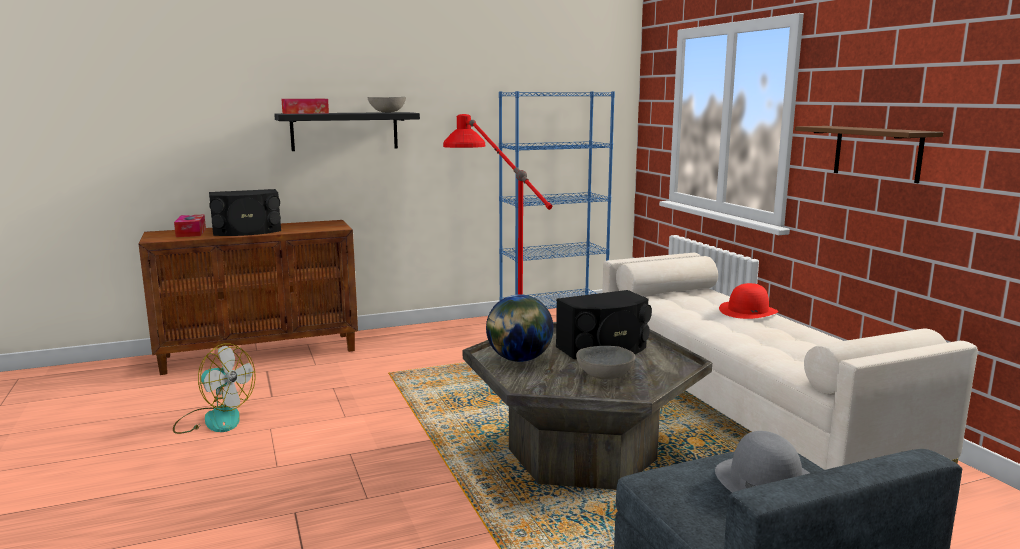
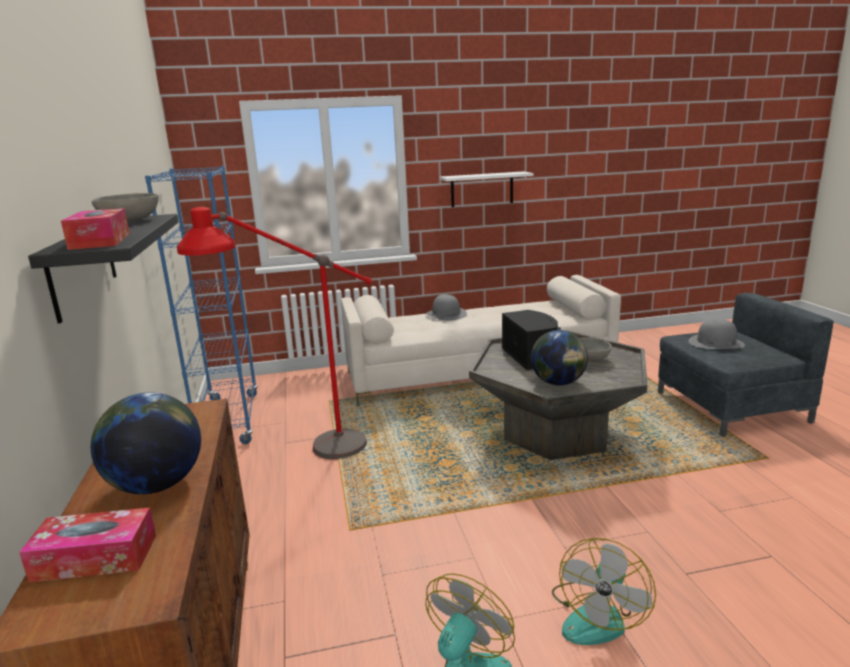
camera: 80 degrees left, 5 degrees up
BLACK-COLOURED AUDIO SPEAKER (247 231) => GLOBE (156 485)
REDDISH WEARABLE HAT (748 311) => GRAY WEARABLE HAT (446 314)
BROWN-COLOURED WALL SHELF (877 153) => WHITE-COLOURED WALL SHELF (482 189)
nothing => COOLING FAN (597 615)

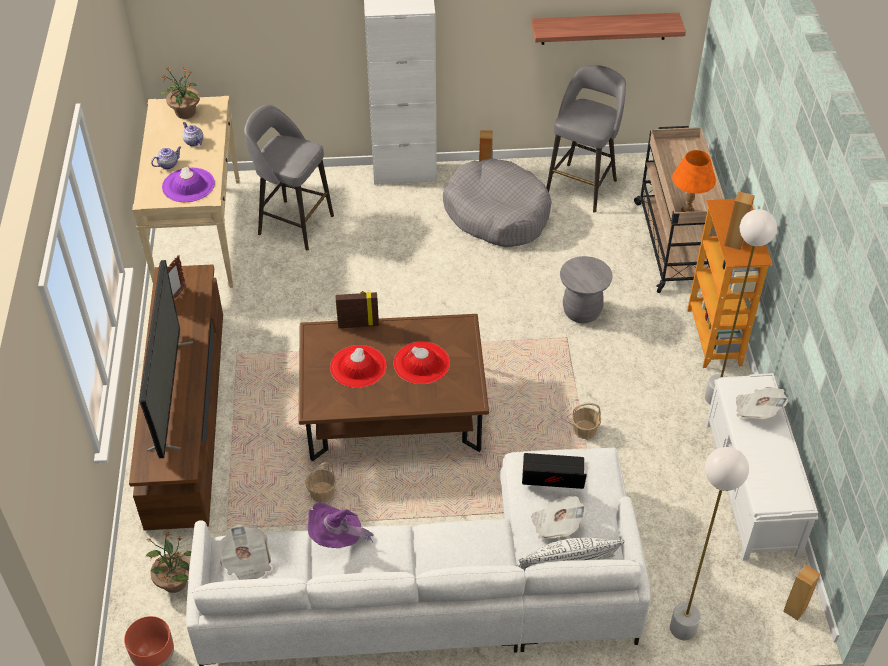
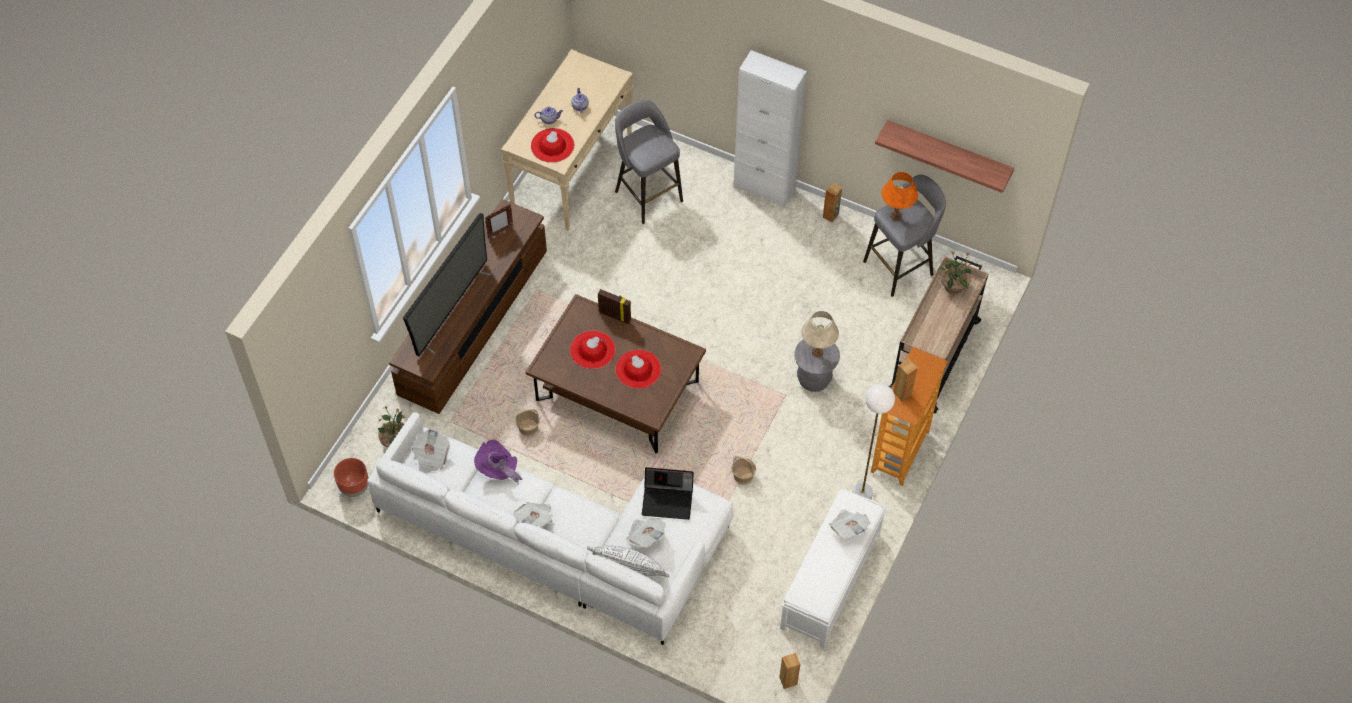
camera: 30 degrees right, 10 degrees up
nothing => NEWSPAPER (535 518)
PURPLISH WEARABLE HAT (188 185) => REDDISH WEARABLE HAT (552 145)
LAPTOP (552 476) => LAPTOP (668 500), 150 degrees clockwise
nothing => BEIGE LAMP FOR A TABLE (817 352)
ORANGEY LAMP FOR A TABLE (687 211) => ORANGEY LAMP FOR A TABLE (895 215), move
PLANT IN A POT (185 113) => PLANT IN A POT (953 287), move
GRAY PET BED (497 214) => nothing
WHITE-COLOURED STANDARD LAMP (683 628) => nothing

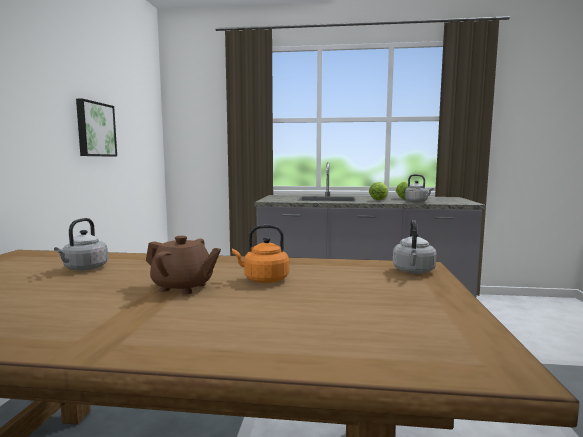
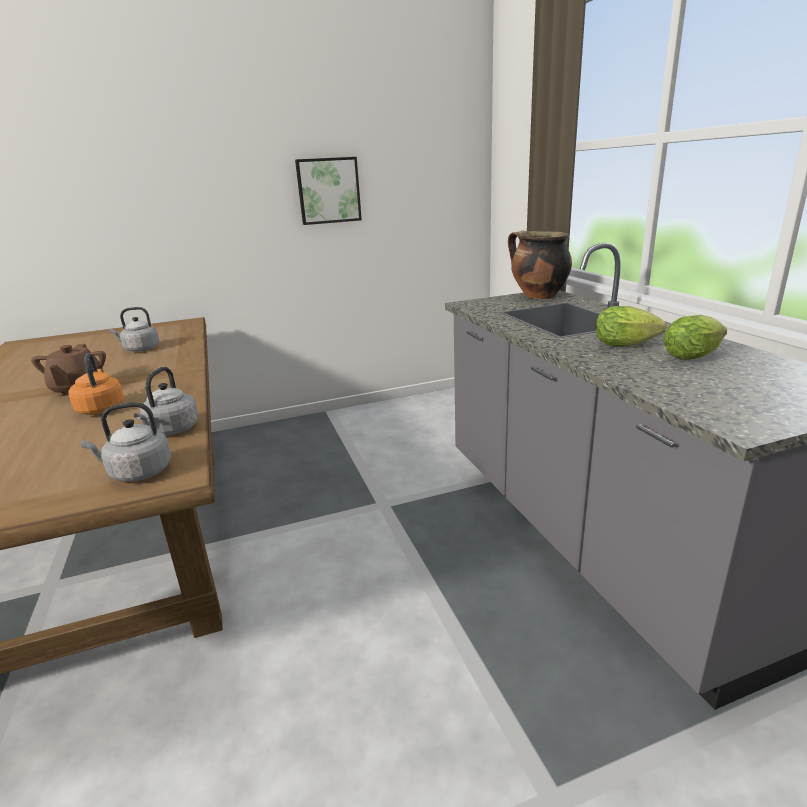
camera: 65 degrees right, 15 degrees up
GRAY KETTLE (417 202) => GRAY KETTLE (171 430), move
nothing => STOCKPOT (537 296)

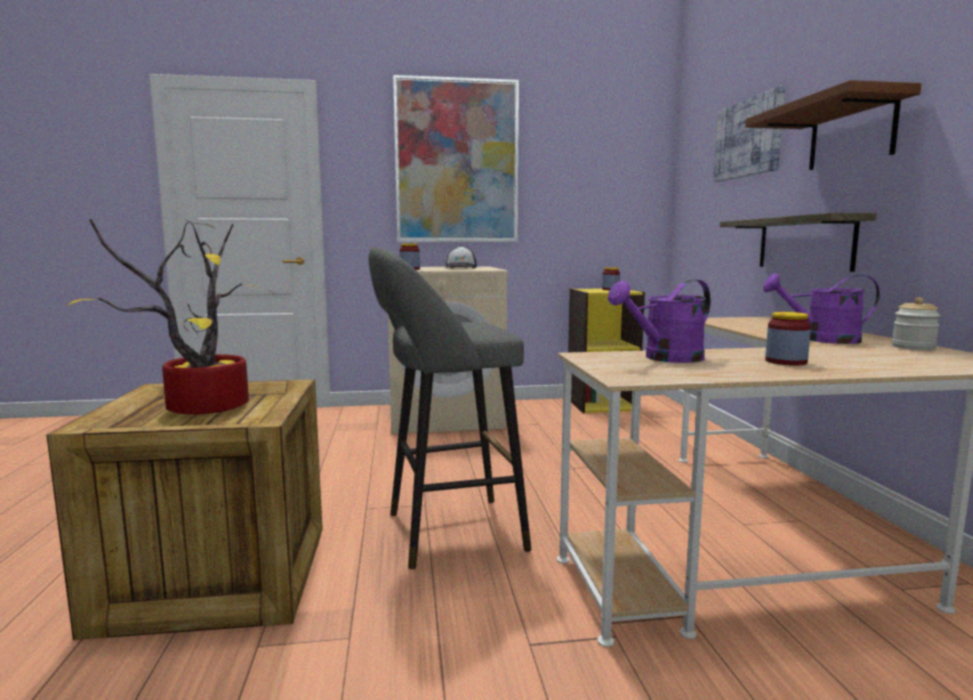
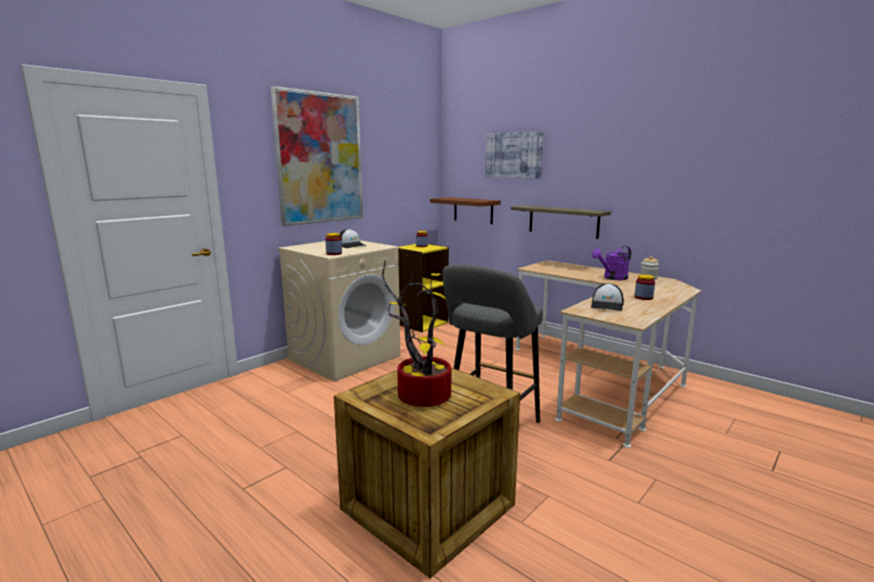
camera: 40 degrees left, 5 degrees up
BROWN-COLOURED WALL SHELF (851 133) => BROWN-COLOURED WALL SHELF (473 210), move
PURPLISH WATERING CAN (665 358) => CAP (607 305)

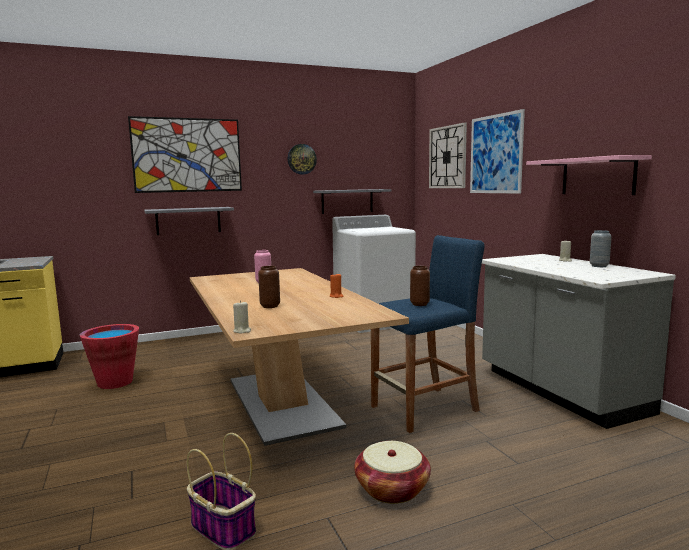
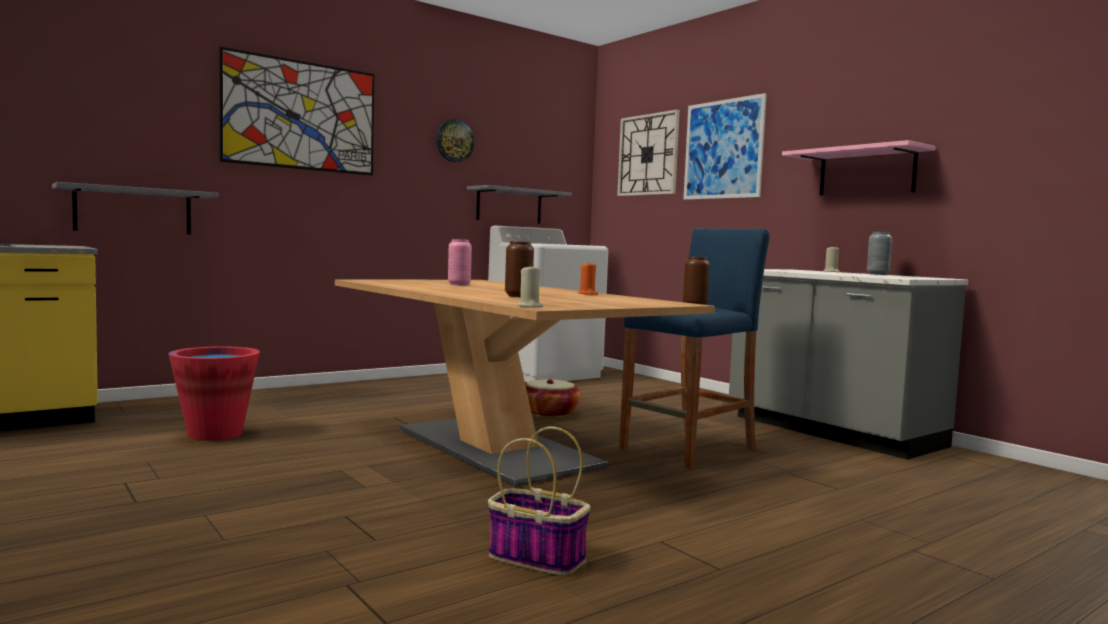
camera: 15 degrees left, 5 degrees down
GRAY WALL SHELF (188 220) => GRAY WALL SHELF (133 210), move
BASKET (392 489) => BASKET (549 413), move

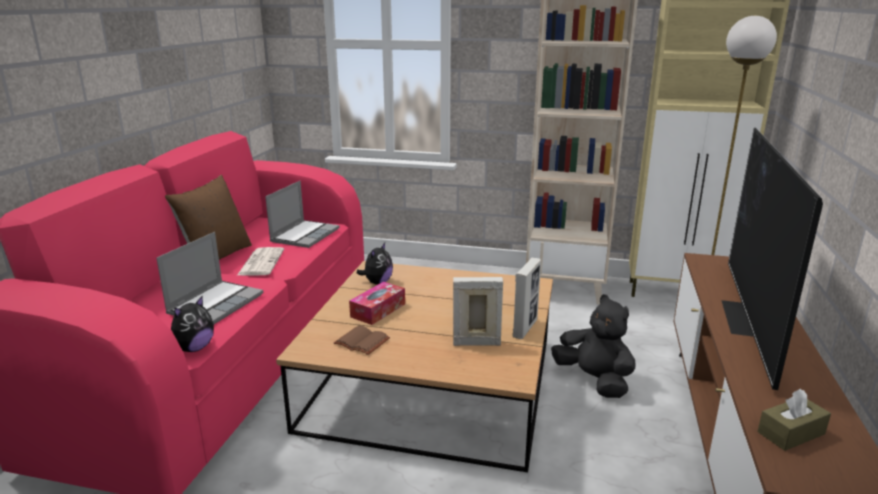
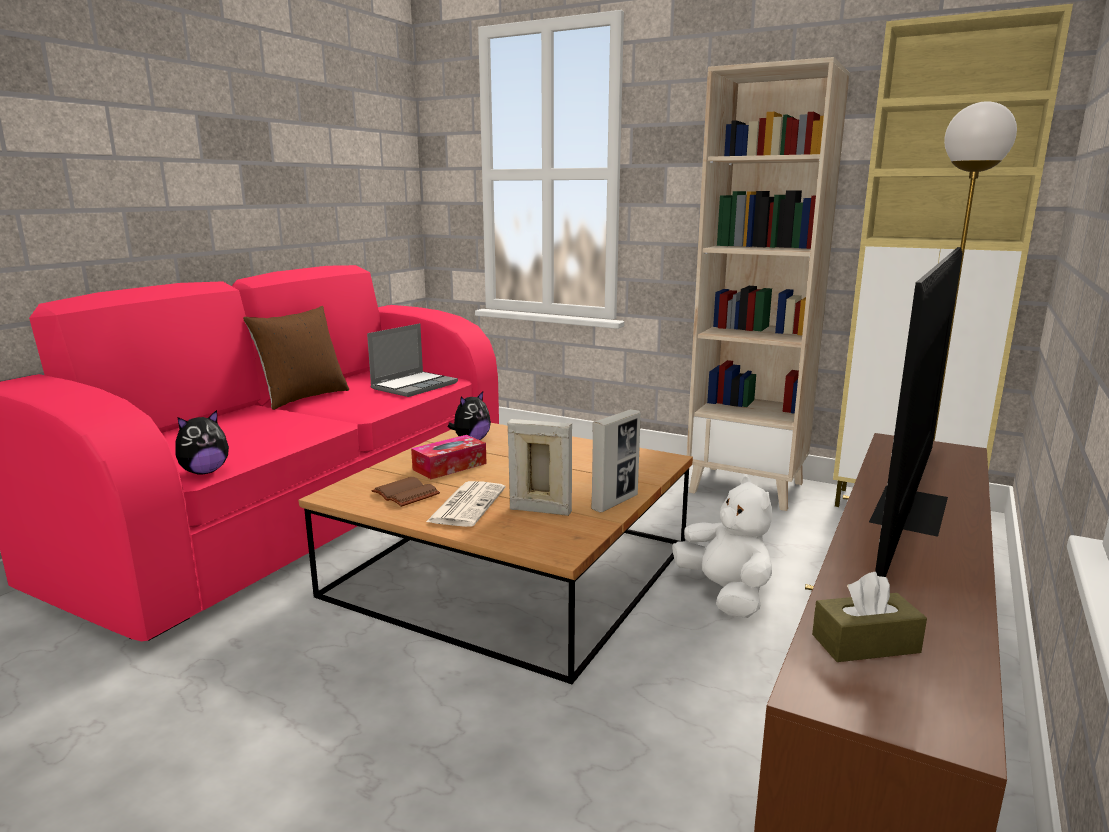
camera: 15 degrees right, 5 degrees down
NEWSPAPER (261 262) => NEWSPAPER (467 504), move
BLACK-COLOURED PLUSH TOY (594 380) => WHITE-COLOURED PLUSH TOY (725 594)
LAPTOP (216 303) => nothing

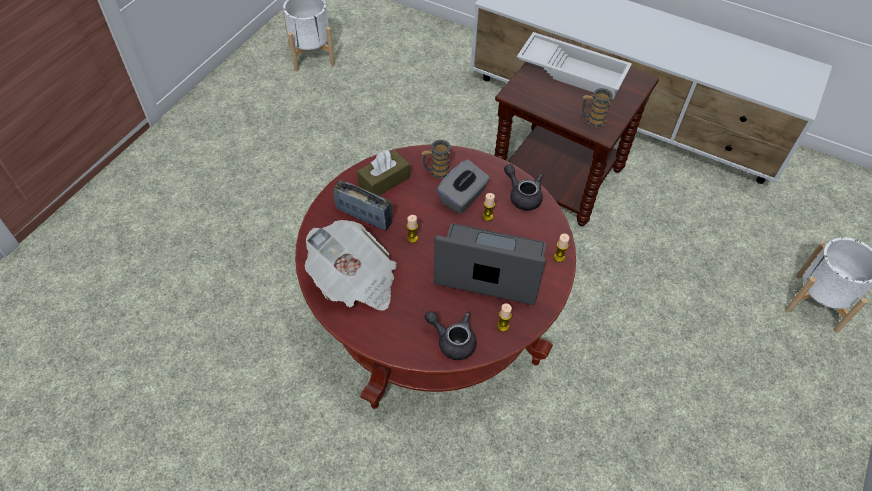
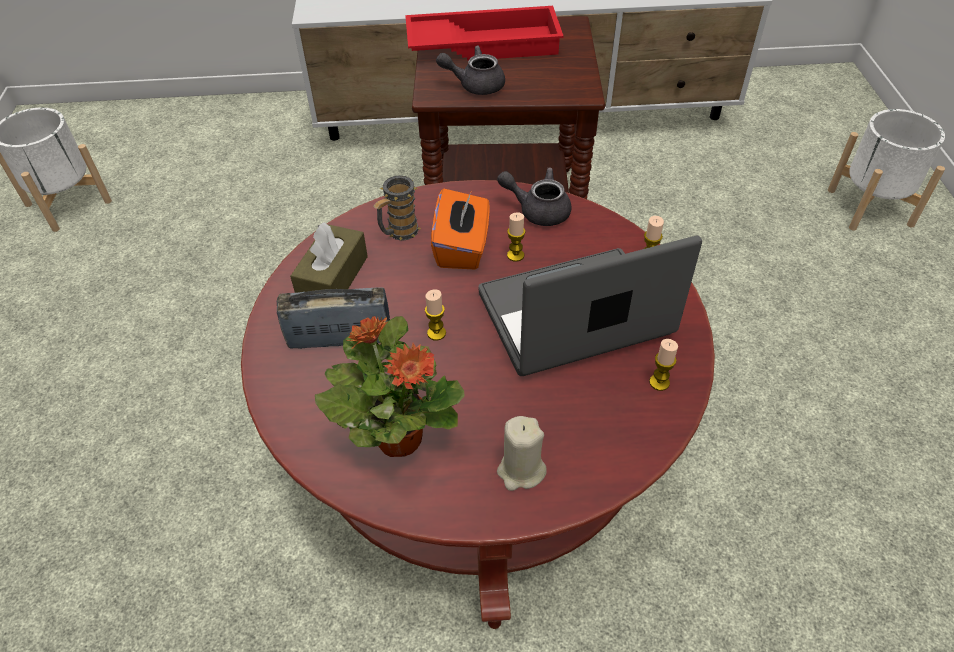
camera: 30 degrees left, 5 degrees down
NEWSPAPER (354 281) => PLANT IN A POT (398 437)
WHITE-COLOURED SERVING TRAY (573 70) => REDDISH SERVING TRAY (484 43)
GRAY TISSUE HOLDER (462 197) => ORANGEY TISSUE HOLDER (462 248)
GRAY POT FOR TEA (452 341) => GRAY POT FOR TEA (475 85), move
nothing => BEIGE WAX LIGHT (521 471)
MUG (592 120) => nothing

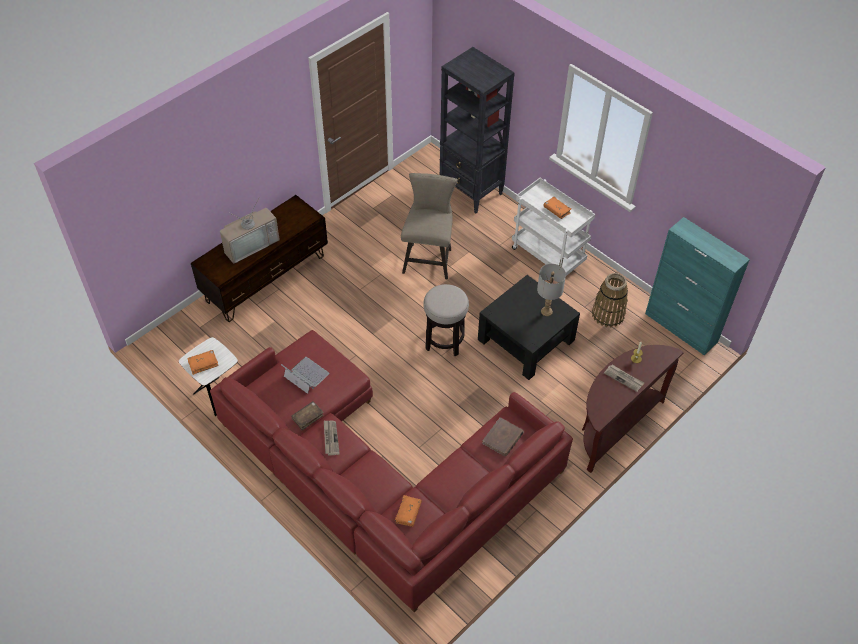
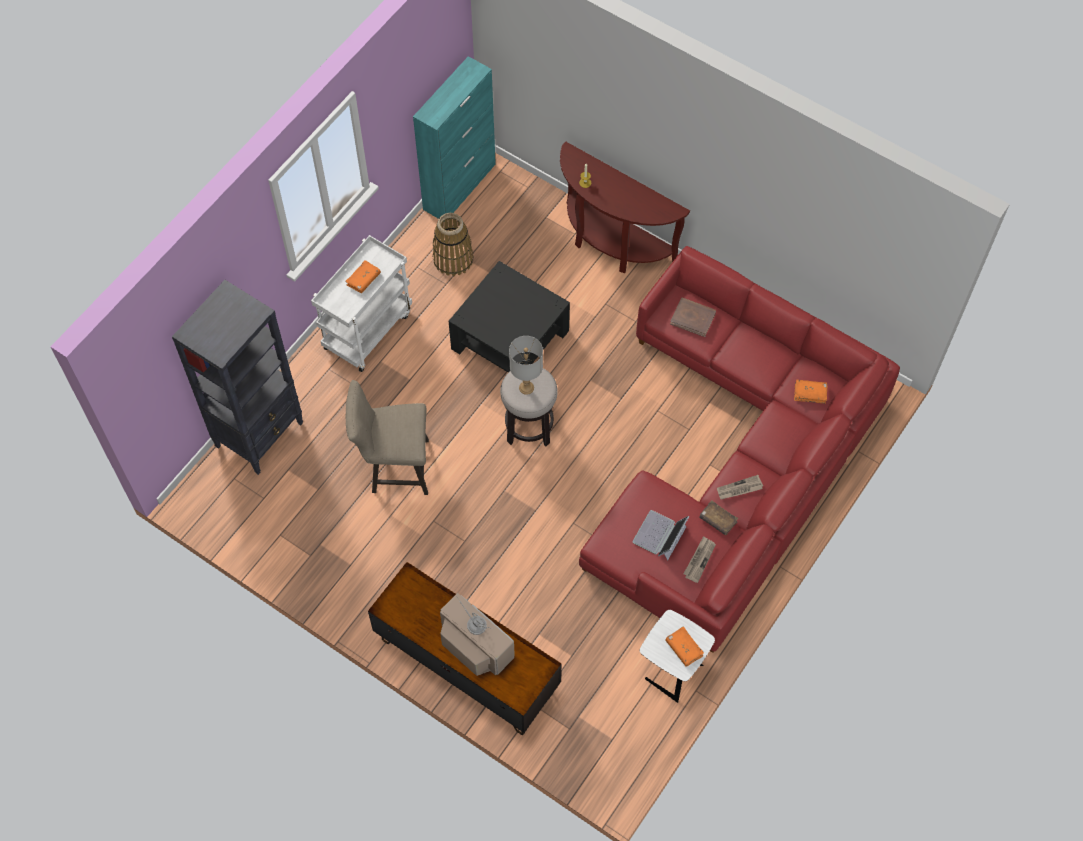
camera: 100 degrees left, 10 degrees up
GRAY LAMP FOR A TABLE (547 311) => GRAY LAMP FOR A TABLE (526 387), move
NEWSPAPER (624 378) => NEWSPAPER (699 560), move

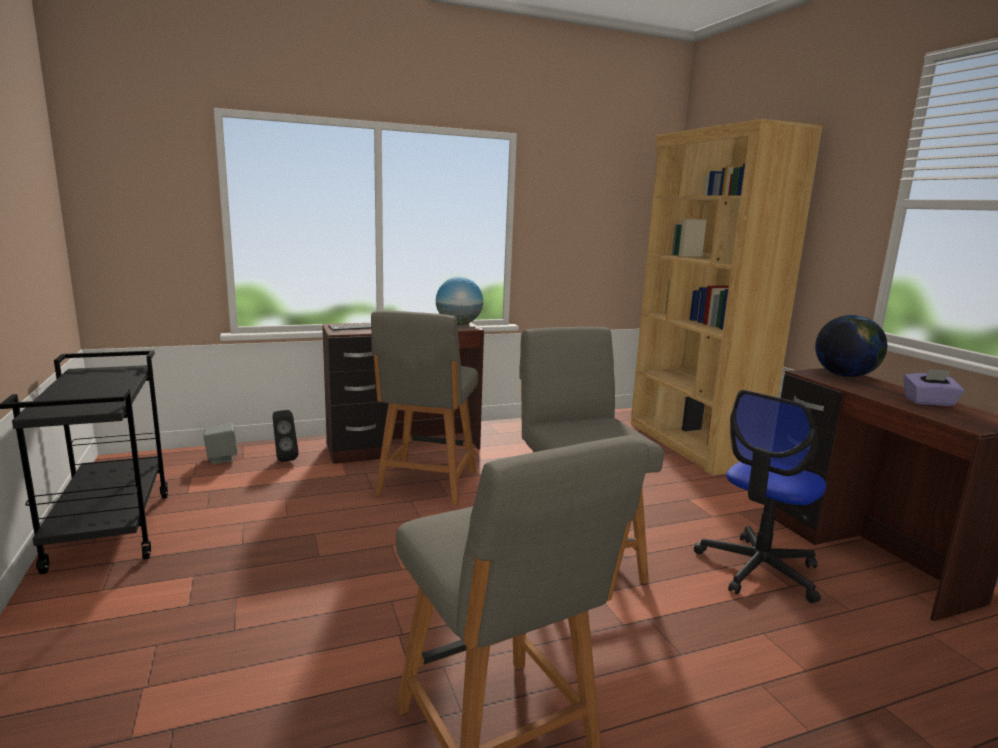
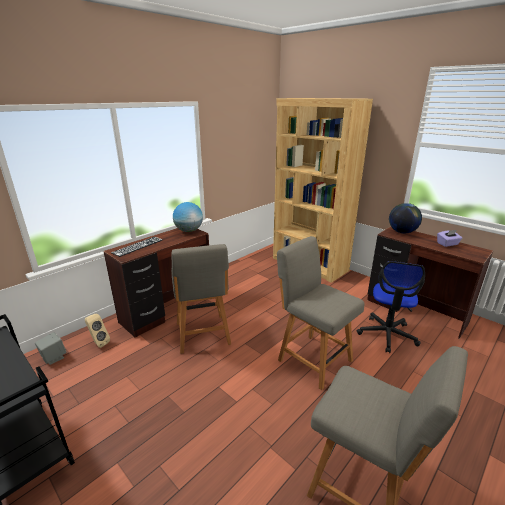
camera: 25 degrees left, 10 degrees up
BLACK-COLOURED AUDIO SPEAKER (284 458) => BEIGE AUDIO SPEAKER (98 343)

